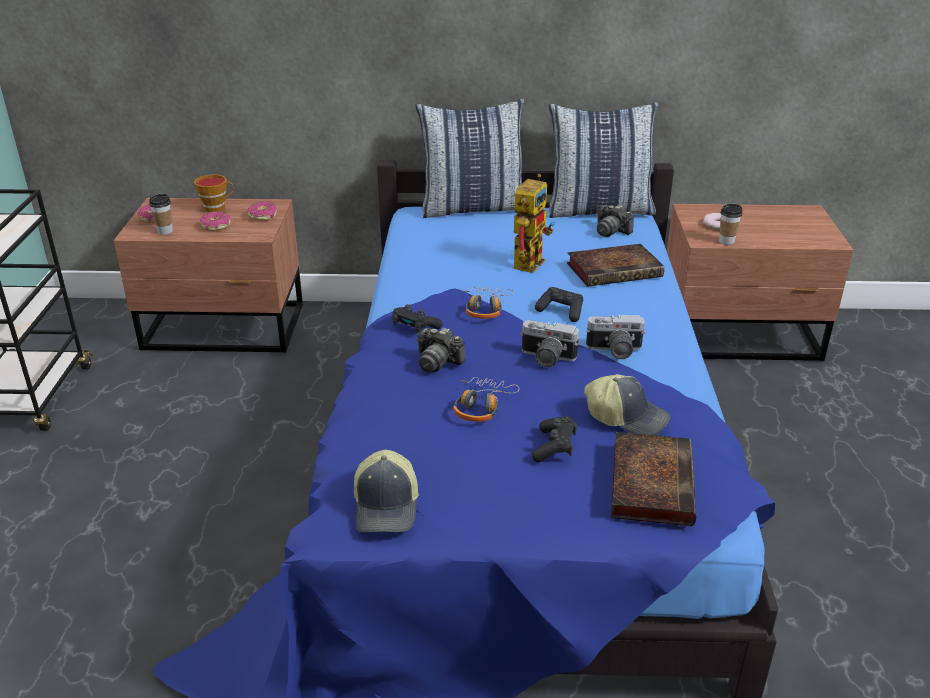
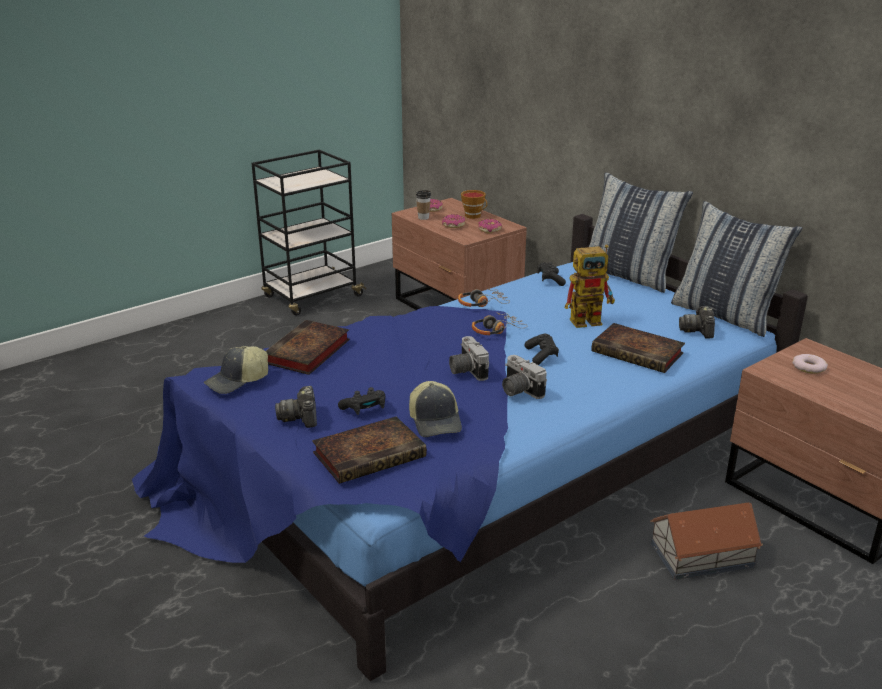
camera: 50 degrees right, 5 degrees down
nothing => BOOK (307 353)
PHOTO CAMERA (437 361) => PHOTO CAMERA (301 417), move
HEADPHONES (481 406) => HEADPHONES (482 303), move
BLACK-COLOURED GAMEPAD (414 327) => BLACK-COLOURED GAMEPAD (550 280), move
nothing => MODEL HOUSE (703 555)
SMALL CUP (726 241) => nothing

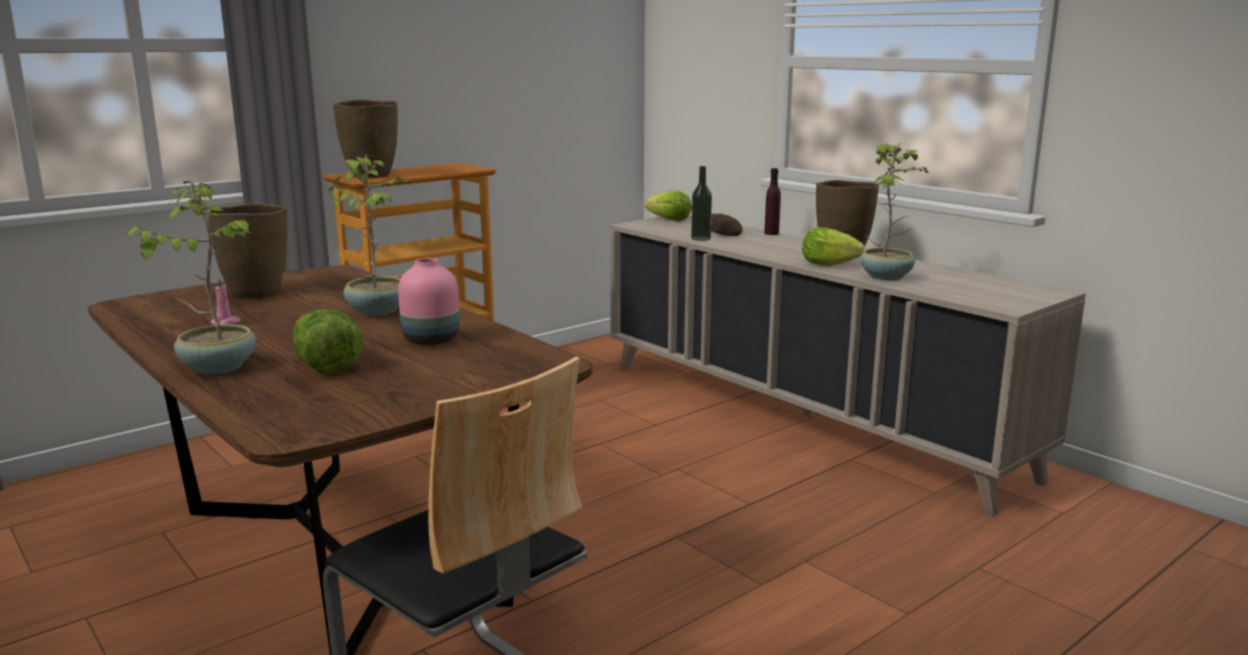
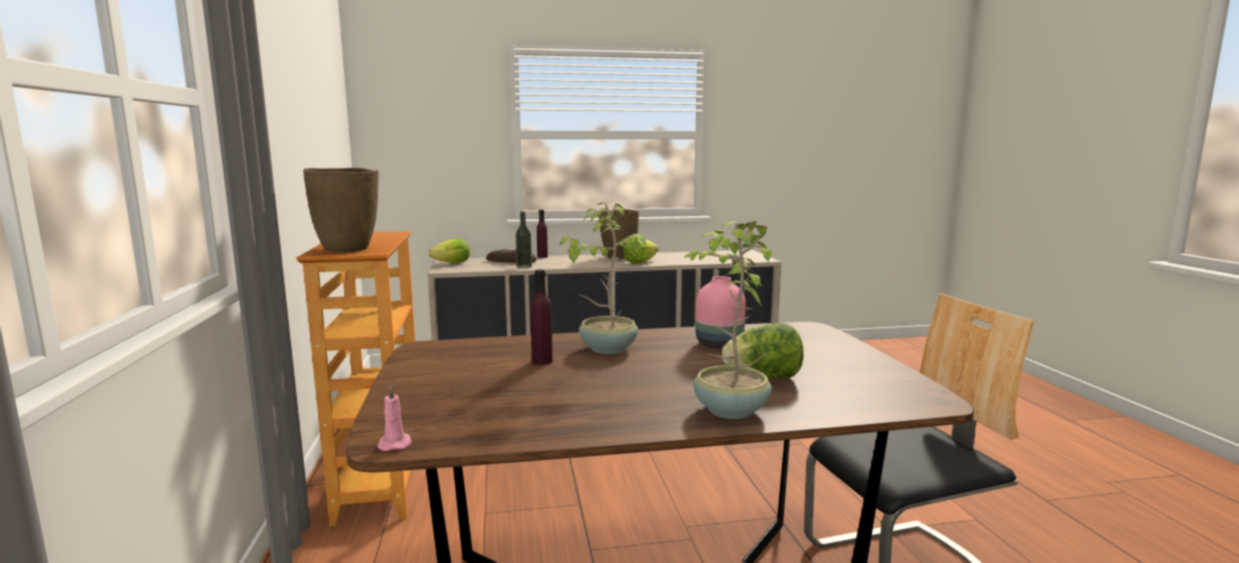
camera: 60 degrees left, 5 degrees down
PINK-COLOURED WAX LIGHT (226 323) => PINK-COLOURED WAX LIGHT (395 444), move
nothing => PURPLISH DRINK BOTTLE (542 361)
BROWN-COLOURED DECORATIVE VASE (256 293) => nothing
PLANT IN A POT (887 276) => nothing

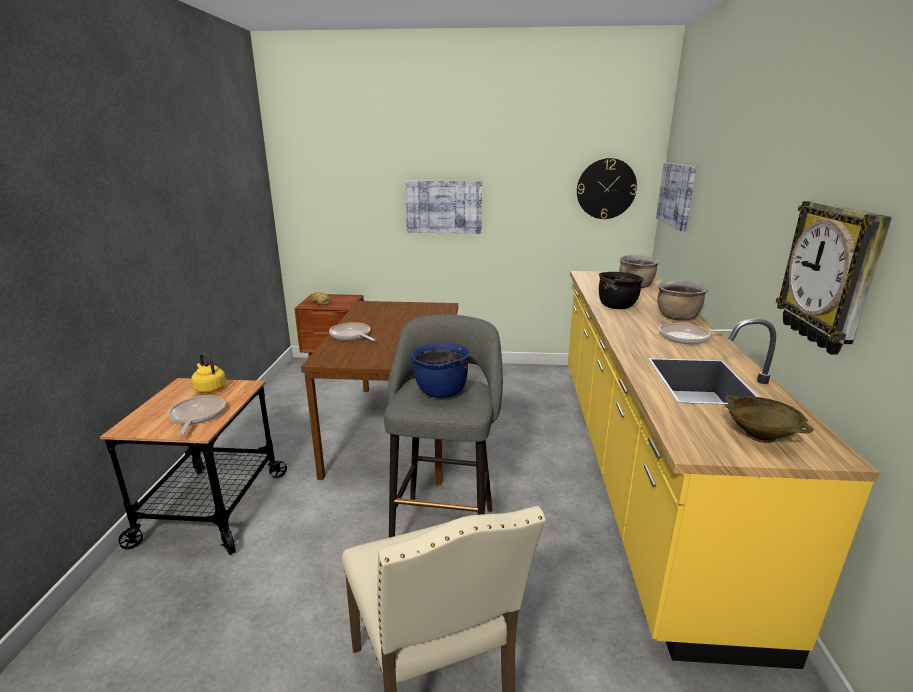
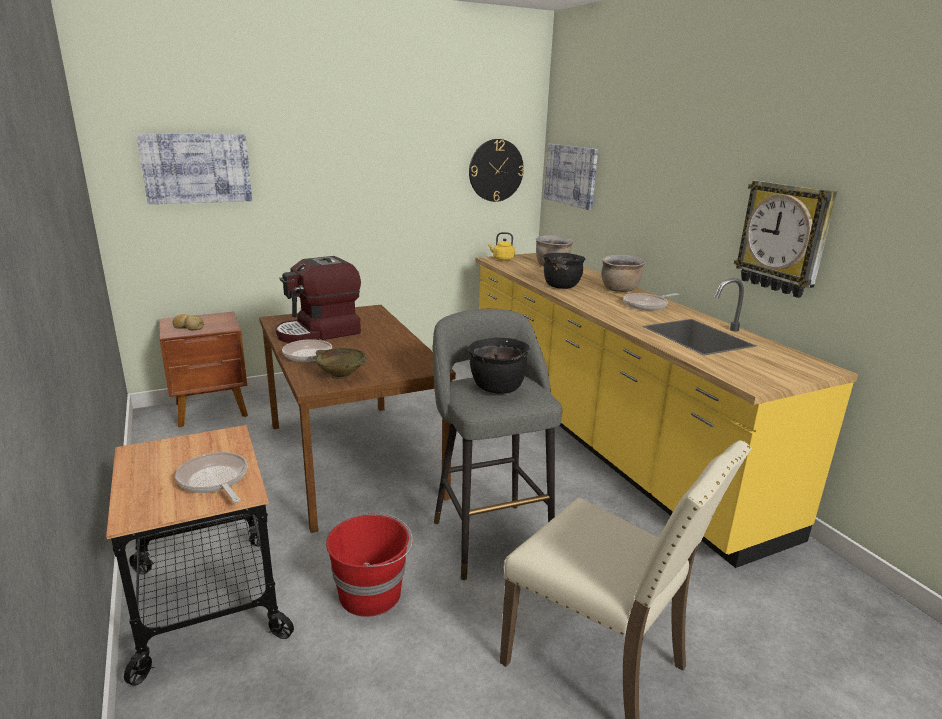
camera: 30 degrees left, 0 degrees up
WALL PICTURE (443 207) => WALL PICTURE (197 168), move
nothing => COFFEE BREWER (319 332)
BEIGE BOWL (759 435) => BEIGE BOWL (341 375), move
nothing => REDDISH PAIL (371 593)
BLUE STOCKPOT (440 391) => BLACK-COLOURED STOCKPOT (497 388)
YELLOW-COLOURED KETTLE (209 388) => YELLOW-COLOURED KETTLE (502 259), move

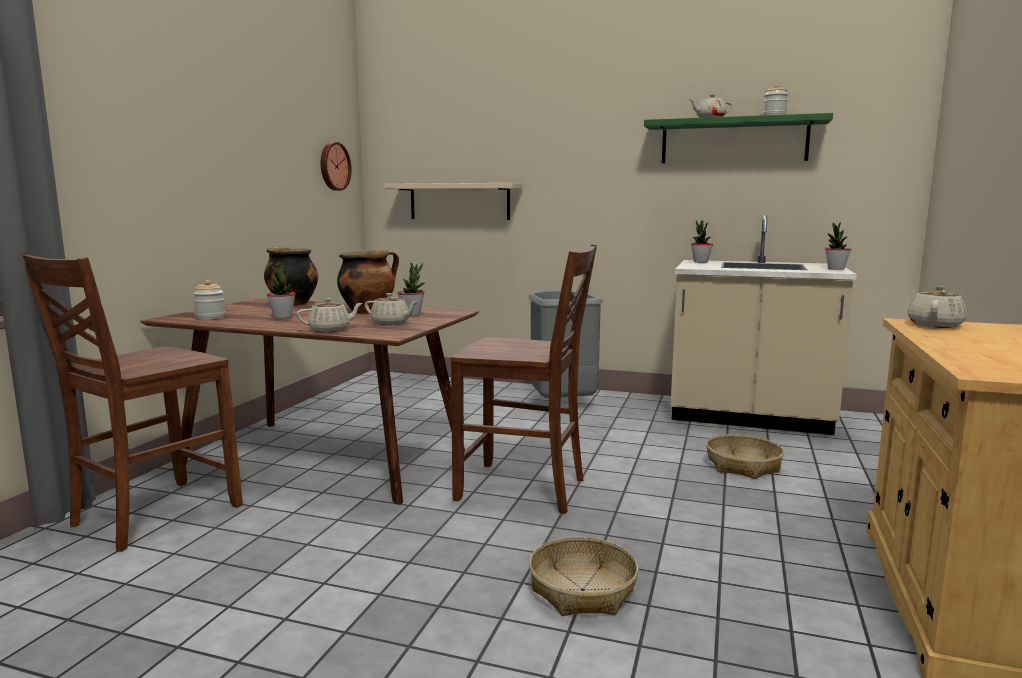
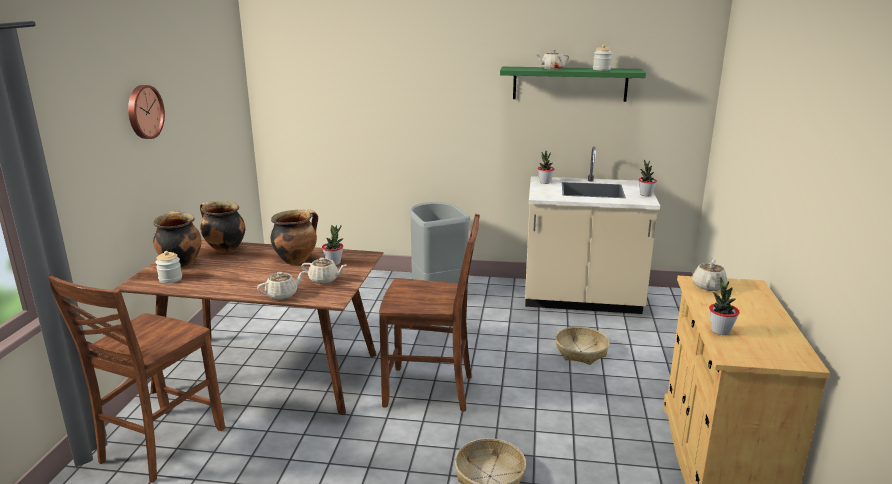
camera: 10 degrees left, 10 degrees up
CLOCK ON THE WALL (333 166) => CLOCK ON THE WALL (144 112), move
nothing => STOCKPOT (180 263)
PLANT IN A POT (282 317) => PLANT IN A POT (720 331), move
BEIGE WALL SHELF (459 201) => nothing

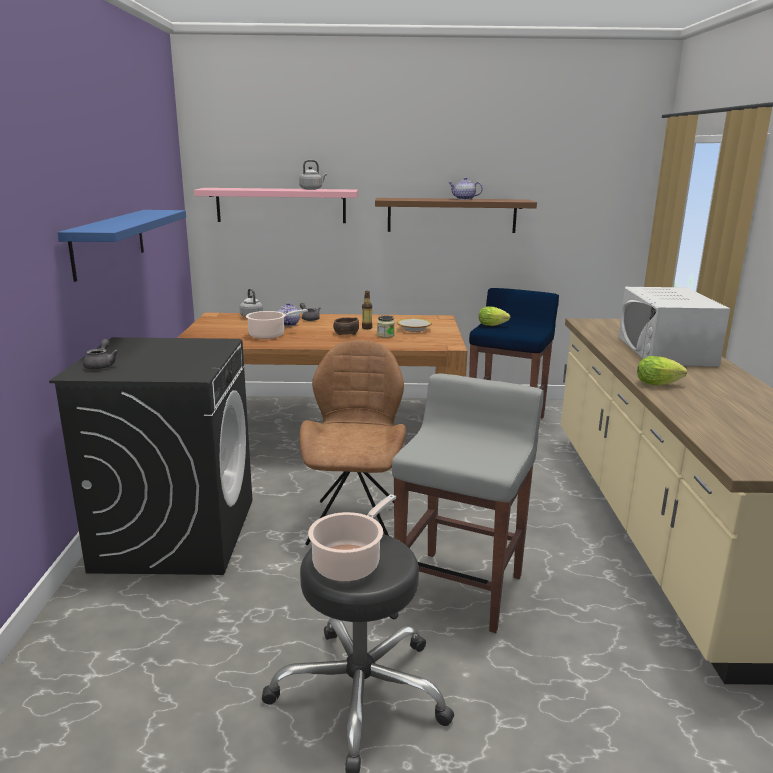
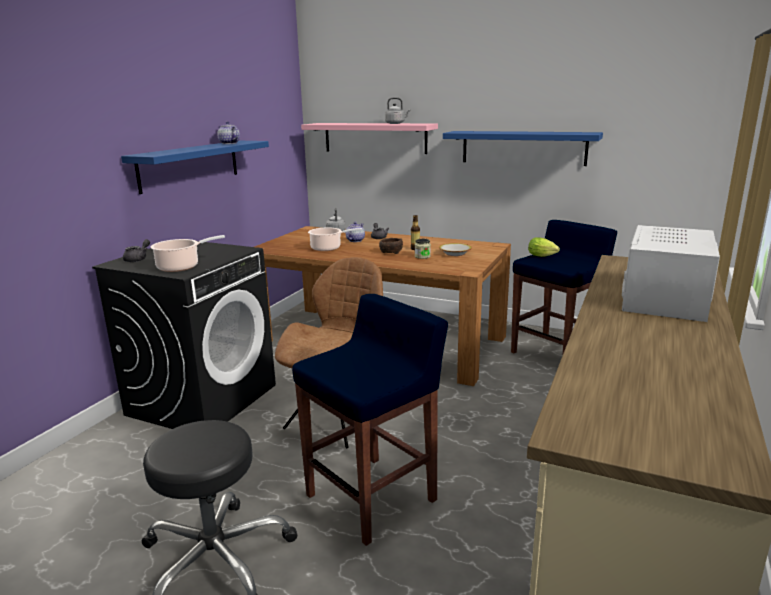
camera: 25 degrees right, 0 degrees up
STOCKPOT (349 563) => STOCKPOT (181 267), move
POT FOR TEA (464 199) => POT FOR TEA (228 143), move
GRAY SITTING STOOL (461 588) => BLUE SITTING STOOL (373 497)
BROWN-COLOURED WALL SHELF (452 215) => BLUE WALL SHELF (523 147)
LETTUCE HEAD (660 384) => nothing

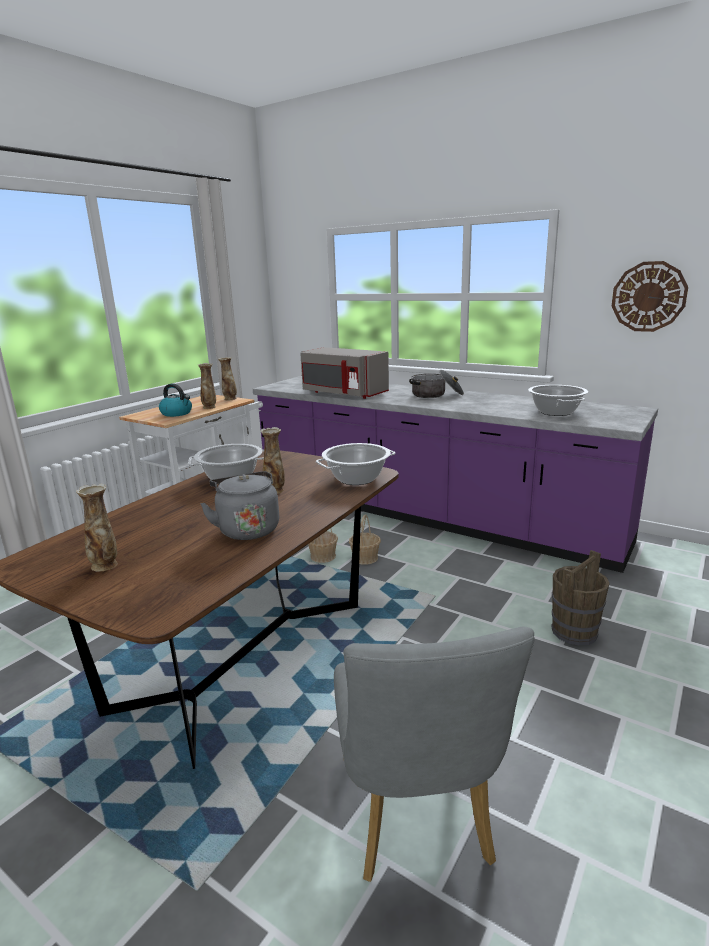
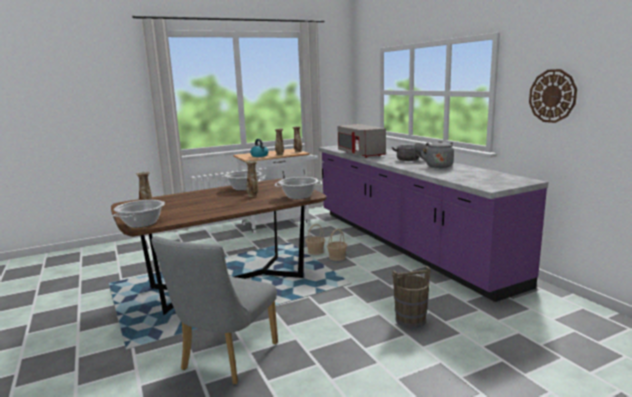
camera: 30 degrees right, 5 degrees down
STOCKPOT (556 412) => STOCKPOT (142 224), move
GRAY KETTLE (247 529) => GRAY KETTLE (438 166), move

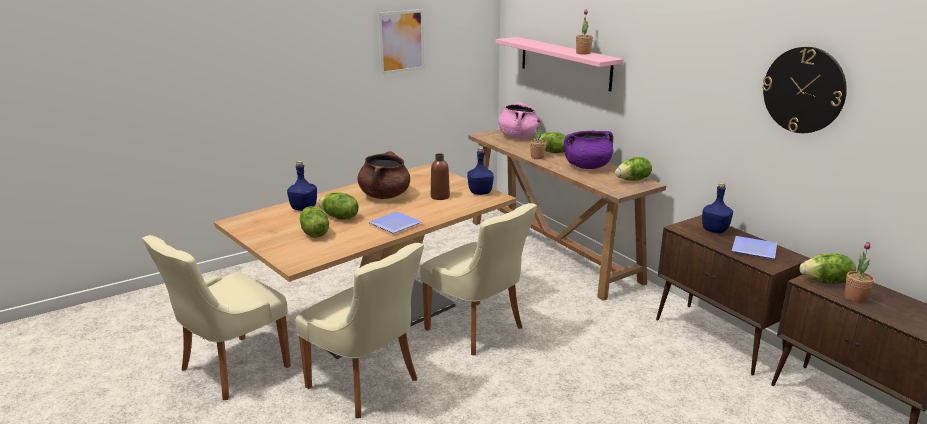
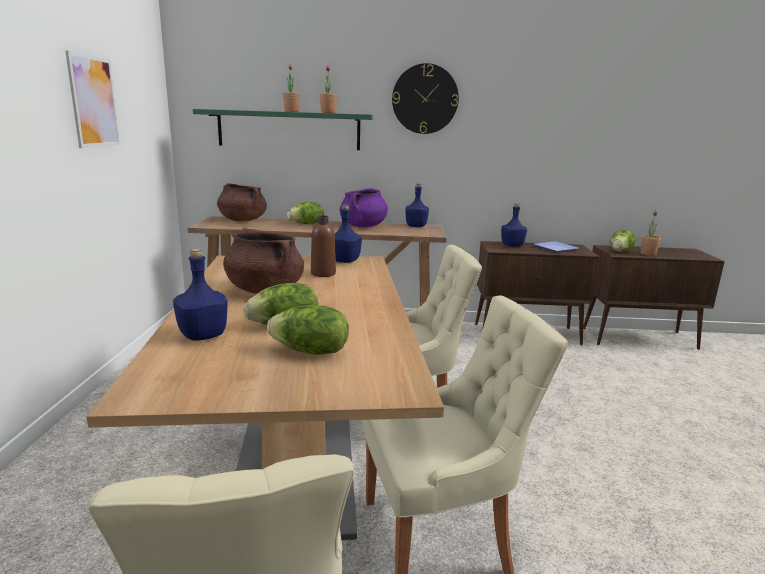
camera: 55 degrees left, 5 degrees down
PINK-COLOURED WALL SHELF (564 63) => GREEN-COLOURED WALL SHELF (289 130)
PINK-COLOURED STOCKPOT (518 136) => BROWN-COLOURED STOCKPOT (242 220)
PLANT IN A POT (537 157) => PLANT IN A POT (292 111), move
CLOCK ON THE WALL (804 90) => CLOCK ON THE WALL (425 99), move
LETTUCE HEAD (633 180) => BLUE DRINK BOTTLE (416 226)
PLATE (397 224) => nothing

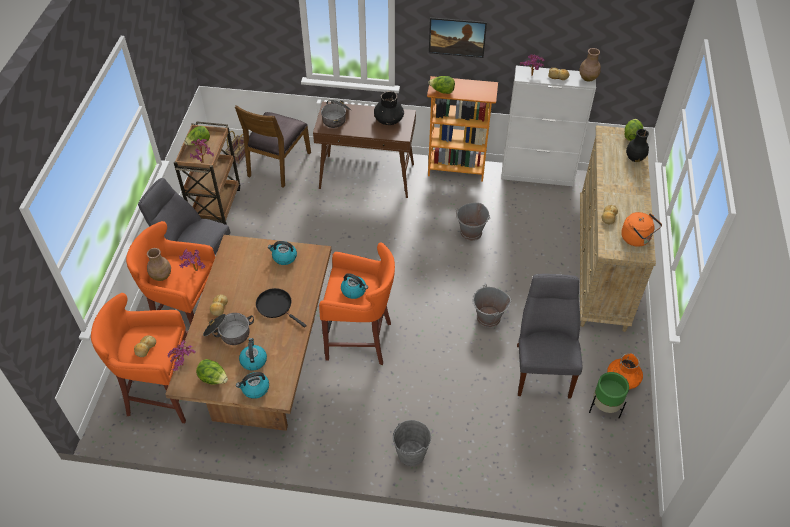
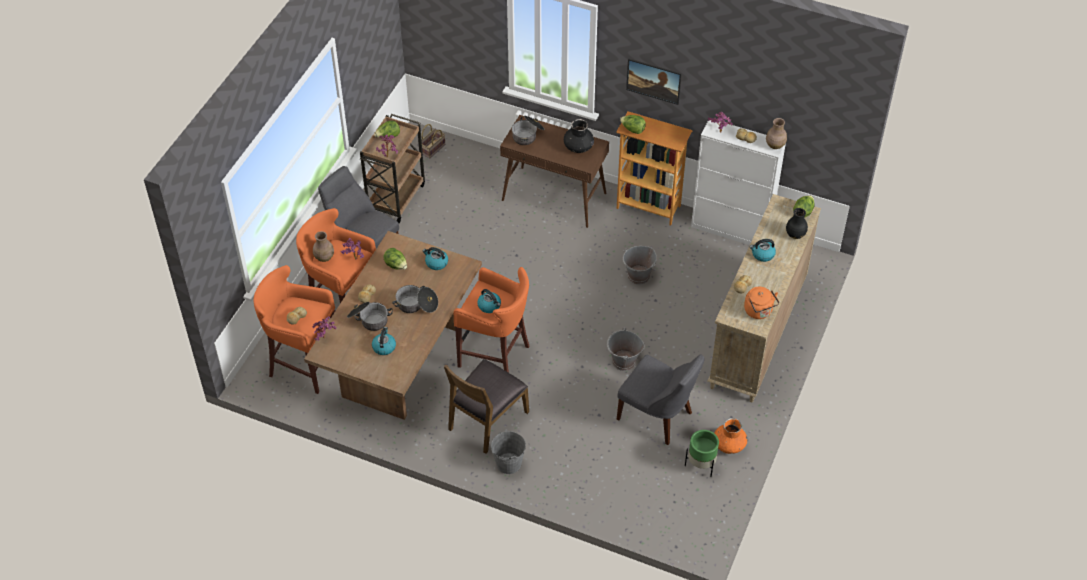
camera: 15 degrees right, 0 degrees up
LETTUCE HEAD (213 378) => LETTUCE HEAD (396 265), move
BLACK-COLOURED PAN (276 306) => STOCKPOT (416 305)
BROWN-COLOURED PLAIN CHAIR (278 164) => BROWN-COLOURED PLAIN CHAIR (487 420), move
GRAY PLAIN CHAIR (542 367) => GRAY PLAIN CHAIR (657 417), 105 degrees clockwise
KETTLE (255 389) => KETTLE (762 254), move

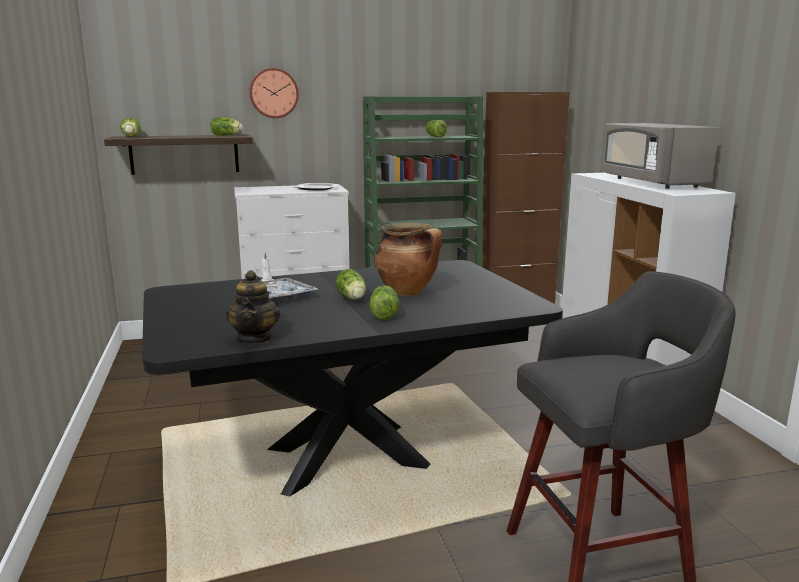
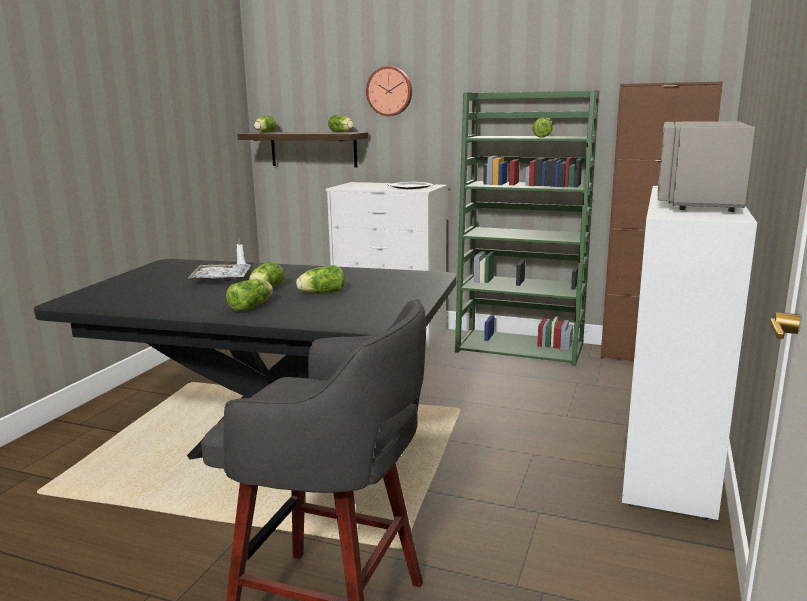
camera: 35 degrees right, 0 degrees up
STOCKPOT (408 292) => LETTUCE HEAD (320 293)
POT FOR TEA (255 338) => nothing

